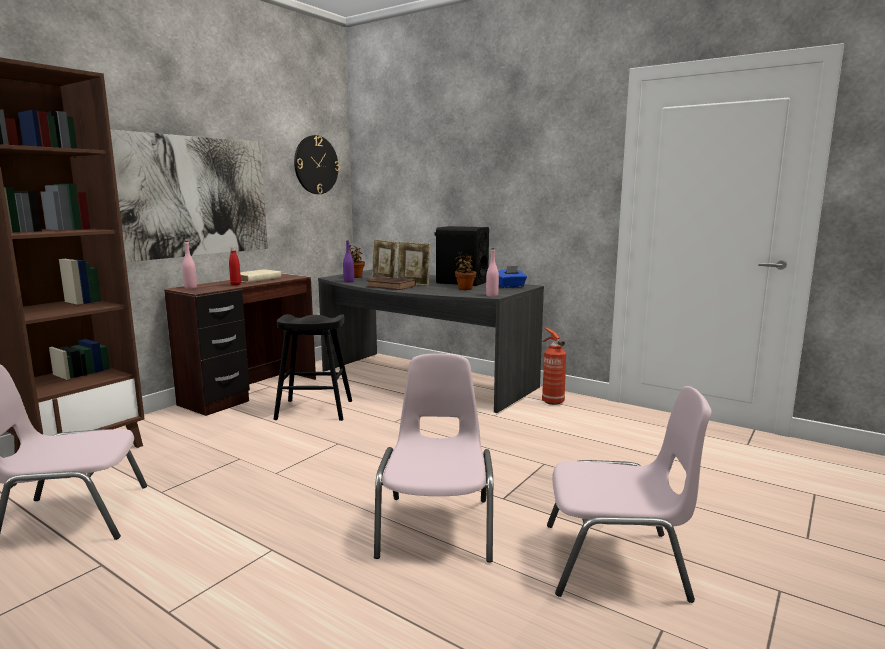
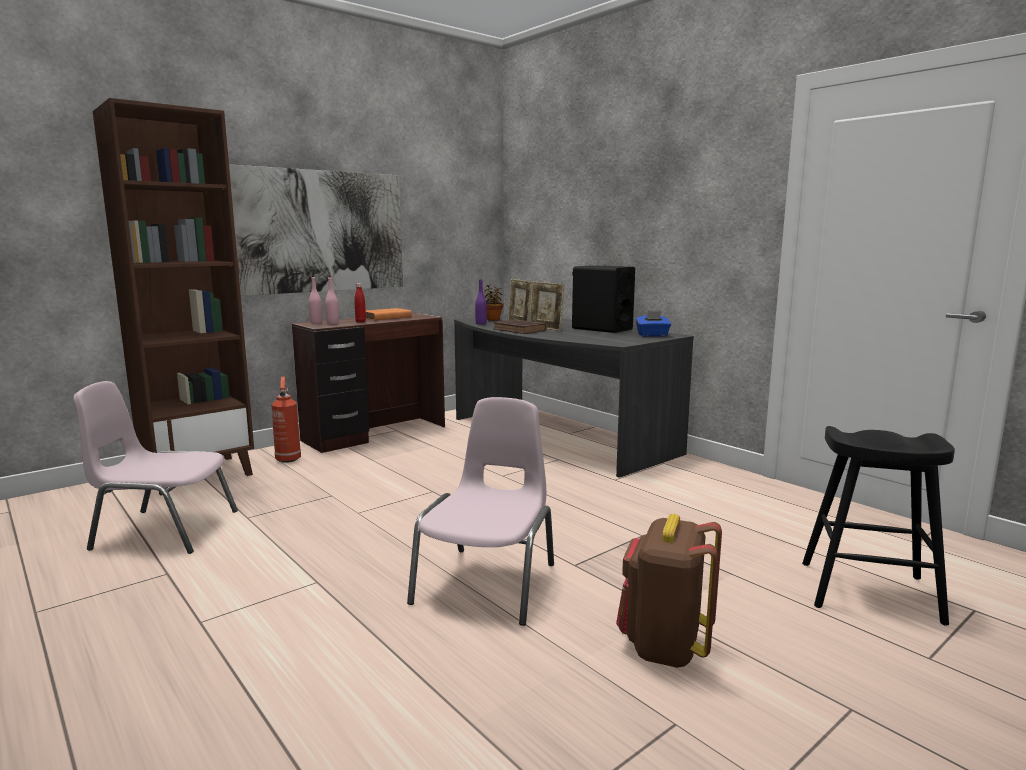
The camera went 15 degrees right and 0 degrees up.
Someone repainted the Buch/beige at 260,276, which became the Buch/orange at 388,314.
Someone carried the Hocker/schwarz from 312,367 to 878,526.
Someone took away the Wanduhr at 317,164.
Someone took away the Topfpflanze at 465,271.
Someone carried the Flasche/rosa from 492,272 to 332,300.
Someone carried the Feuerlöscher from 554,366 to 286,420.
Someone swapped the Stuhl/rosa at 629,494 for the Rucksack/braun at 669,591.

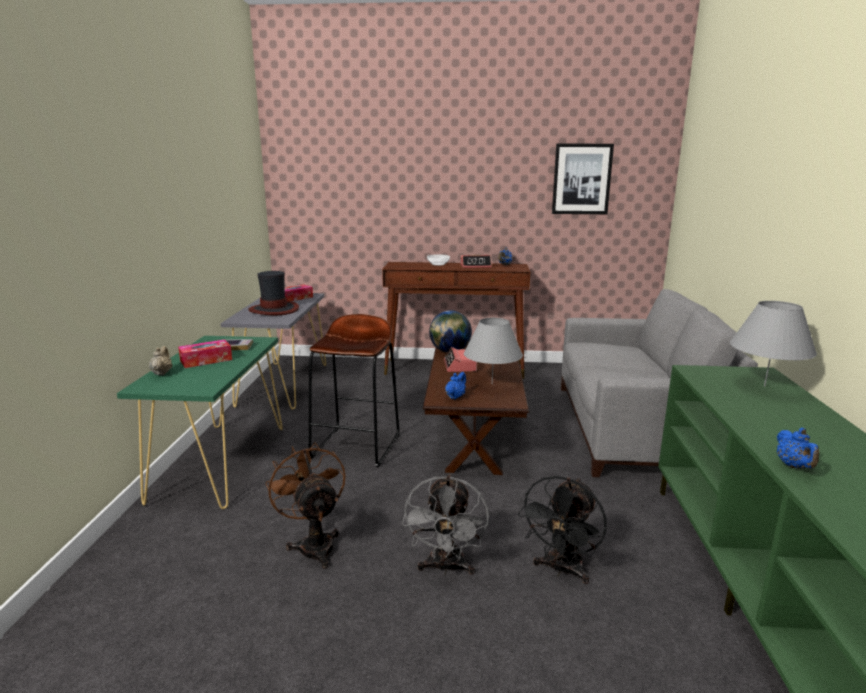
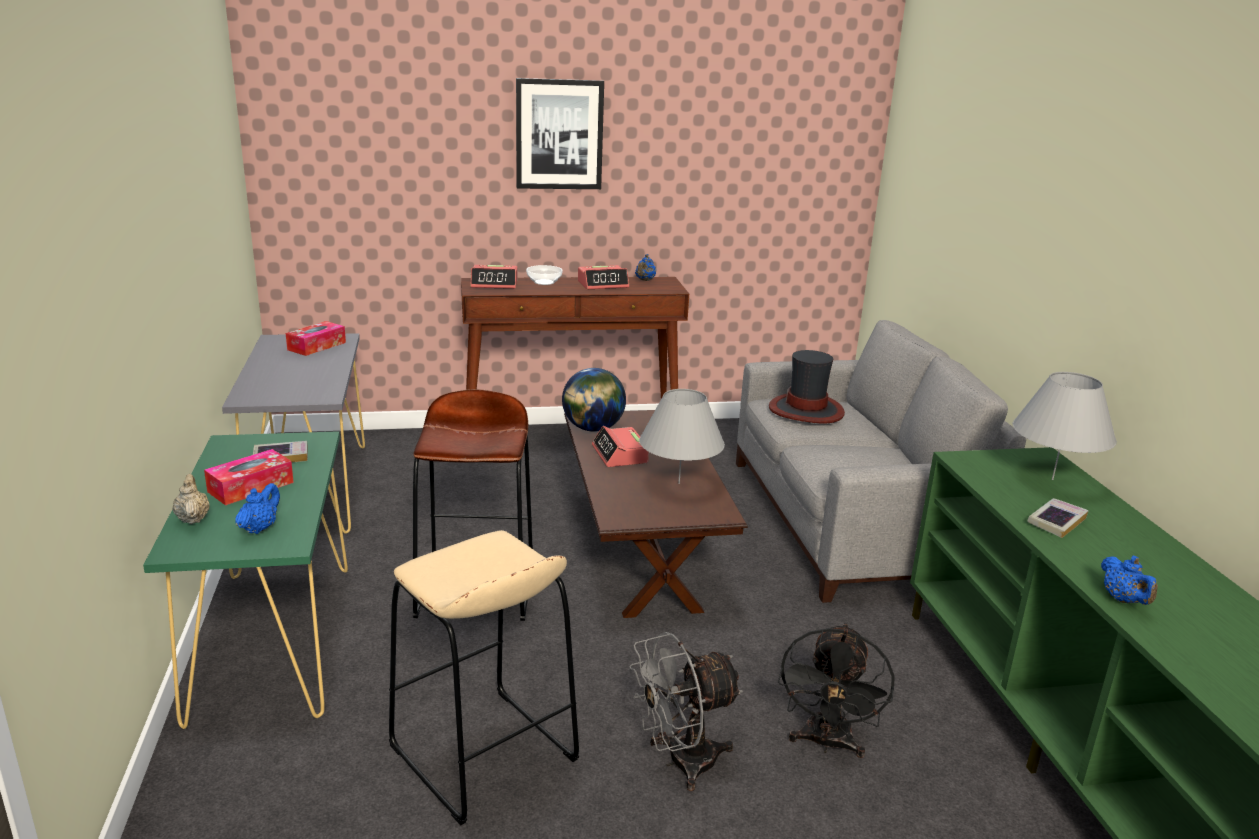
The camera went 15 degrees left and 5 degrees up.
Someone carried the Hut from 273,293 to 807,386.
Someone swapped the Ventilator/braun at 306,505 for the Hocker/beige at 484,678.
Someone rotated the Ventilator/grau at 445,524 by 75 degrees clockwise.
Someone carried the Teekanne/blau from 455,385 to 257,508.
Someone carried the Bild from 583,179 to 560,133.
Someone put down the Wecker at 494,277.
Someone put down the Buch at 1058,518.

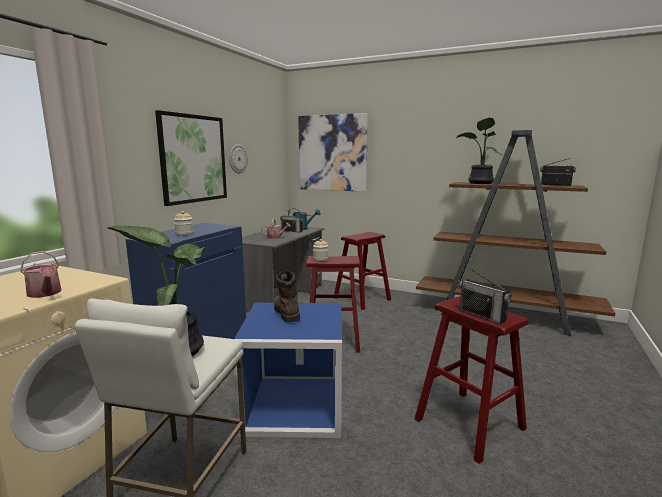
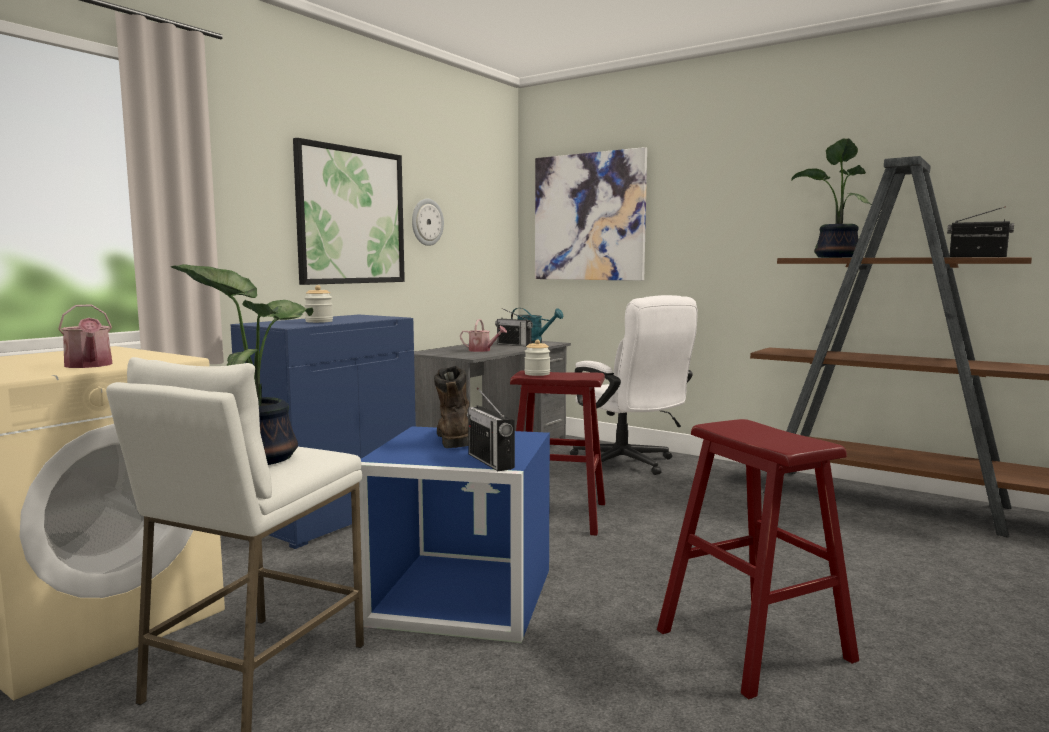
The camera went 10 degrees right and 5 degrees down.
Someone swapped the Hocker/rot at 362,271 for the Bürostuhl/weiß at 634,385.
Someone carried the Radio from 485,296 to 491,429.

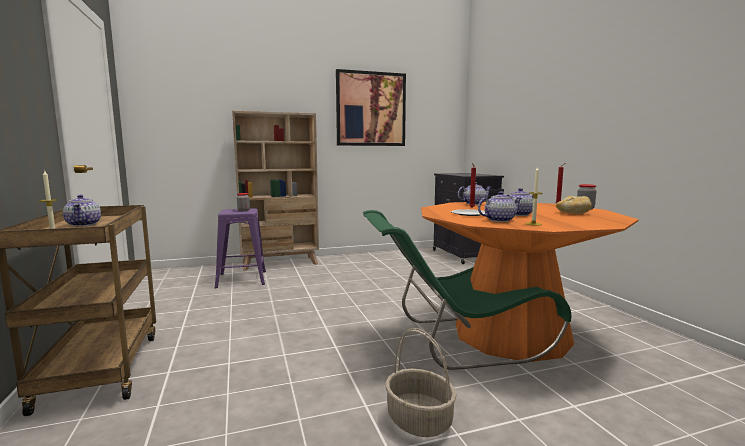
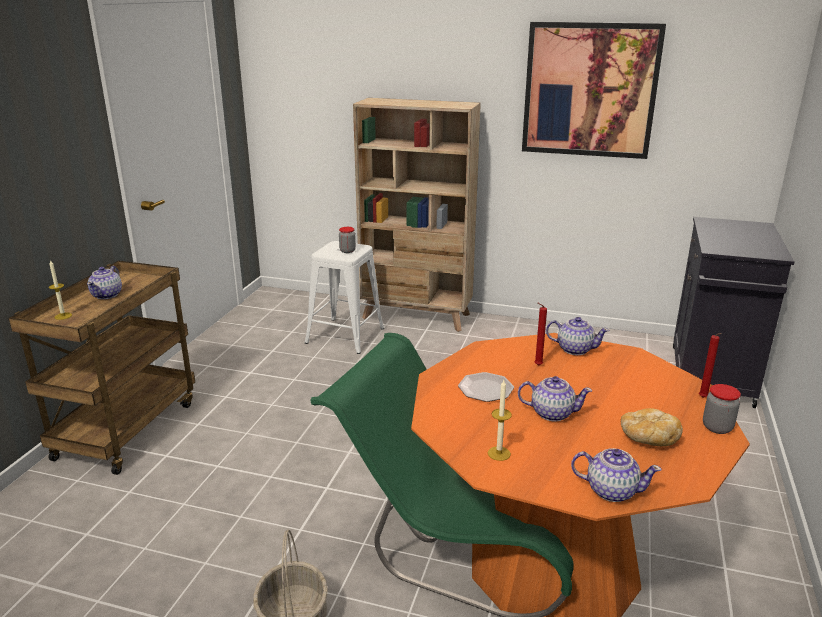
The camera went 35 degrees right and 15 degrees up.
Someone repainted the Hocker/lila at 240,248, which became the Hocker/weiß at 344,297.
Someone carried the Teekanne from 500,206 to 616,475.

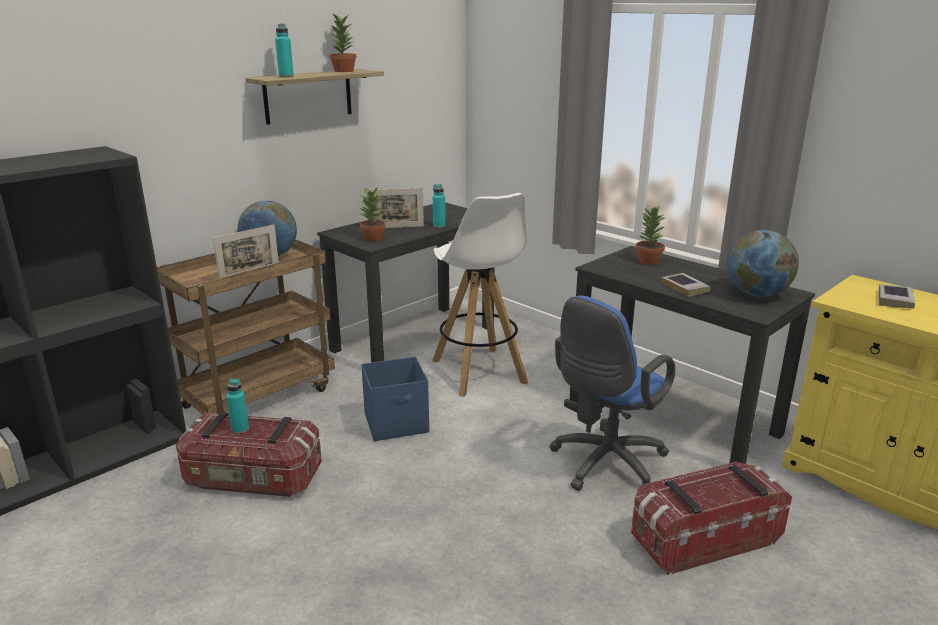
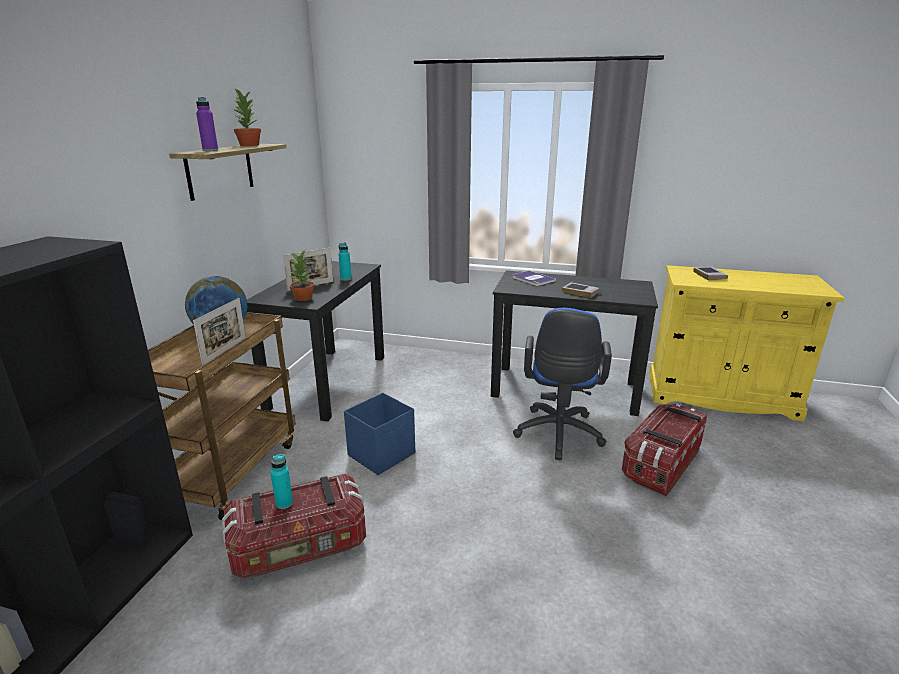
The camera went 30 degrees left and 0 degrees up.
Someone repainted the Flasche/türkis at 284,50, which became the Flasche/lila at 207,124.
Someone took away the Hocker/weiß at 480,295.
Someone swapped the Topfpflanze at 651,235 for the Buch at 534,278.
Someone took away the Globus at 763,263.

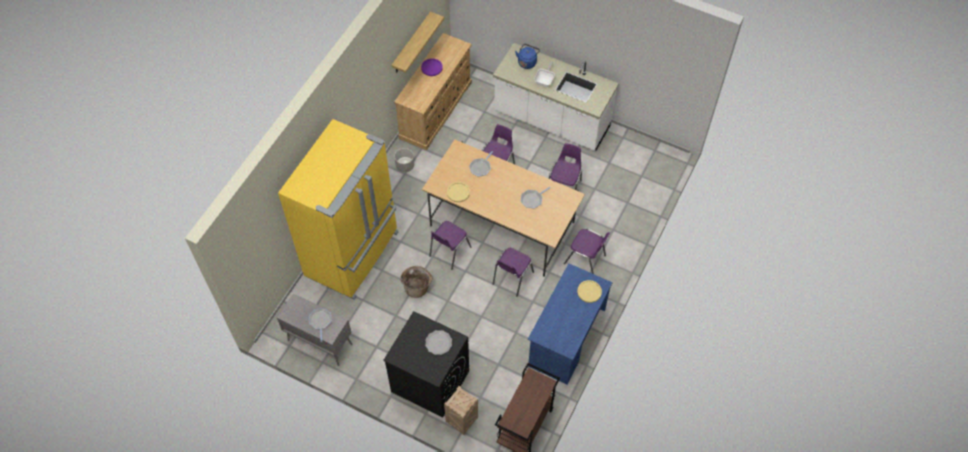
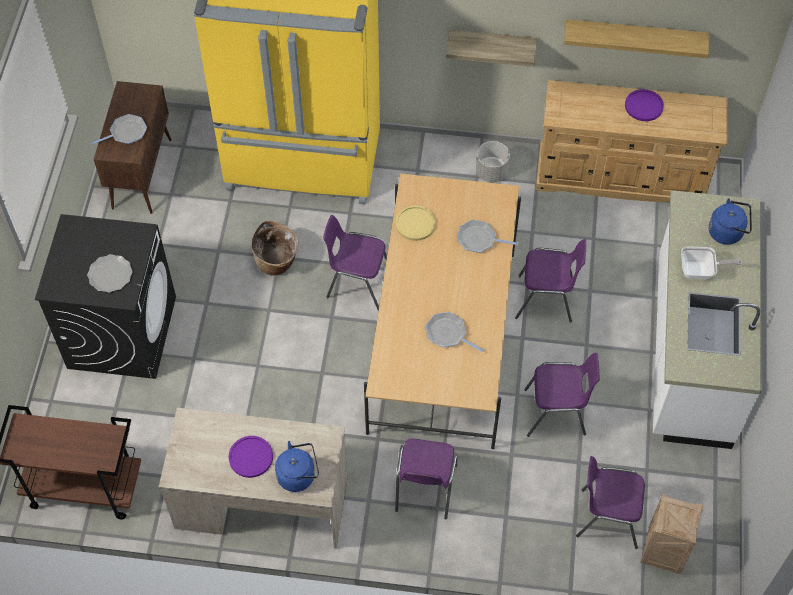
The camera went 70 degrees right and 0 degrees up.
Someone repainted the Schrank/grau at 315,329, which became the Schrank/braun at 133,147.
Someone carried the Kiste from 461,410 to 672,534.
Someone carried the Stuhl/lila from 513,272 to 610,502.
Someone repainted the Schreibtisch/blau at 570,324, which became the Schreibtisch/beige at 253,478.
Someone swapped the Teller/gelb at 589,291 for the Wasserkessel/blau at 297,466.
Someone put down the Teller/lila at 251,457.
Someone put up the Wandregal at 491,48.

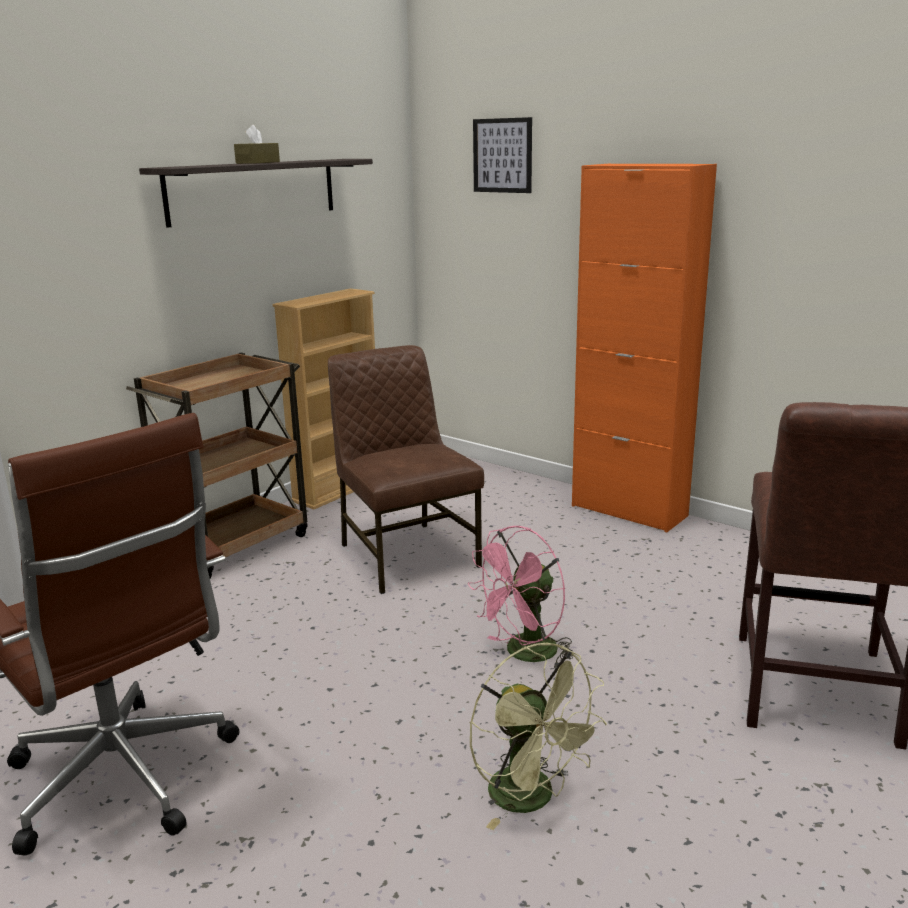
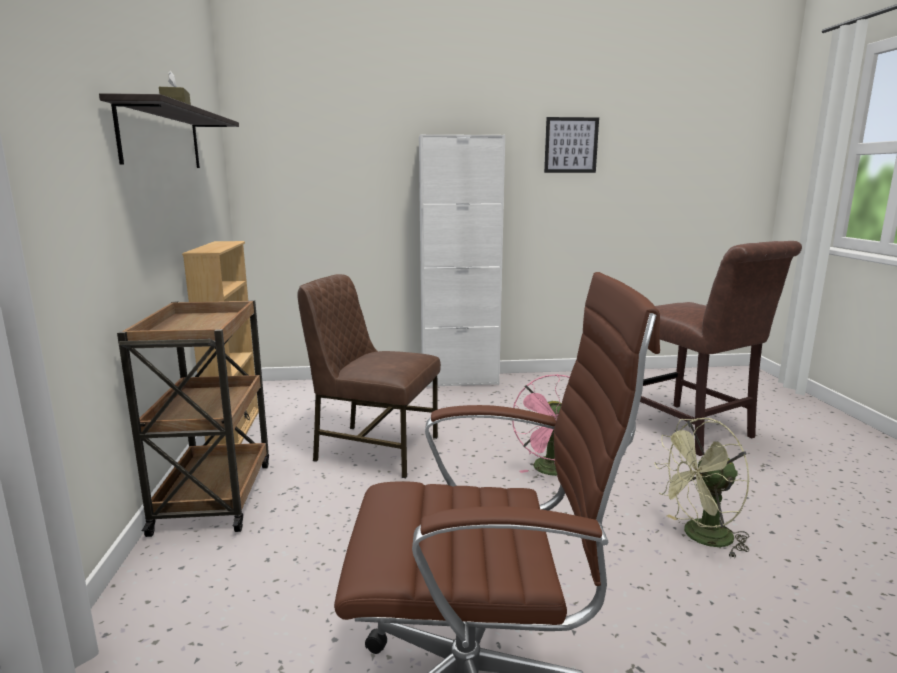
The camera went 45 degrees left and 5 degrees down.
Someone rotated the Ventilator/grün at 538,736 by 150 degrees clockwise.
Someone carried the Bild from 502,155 to 571,145.
Someone repainted the Schrank/orange at 644,348, which became the Schrank/weiß at 462,260.

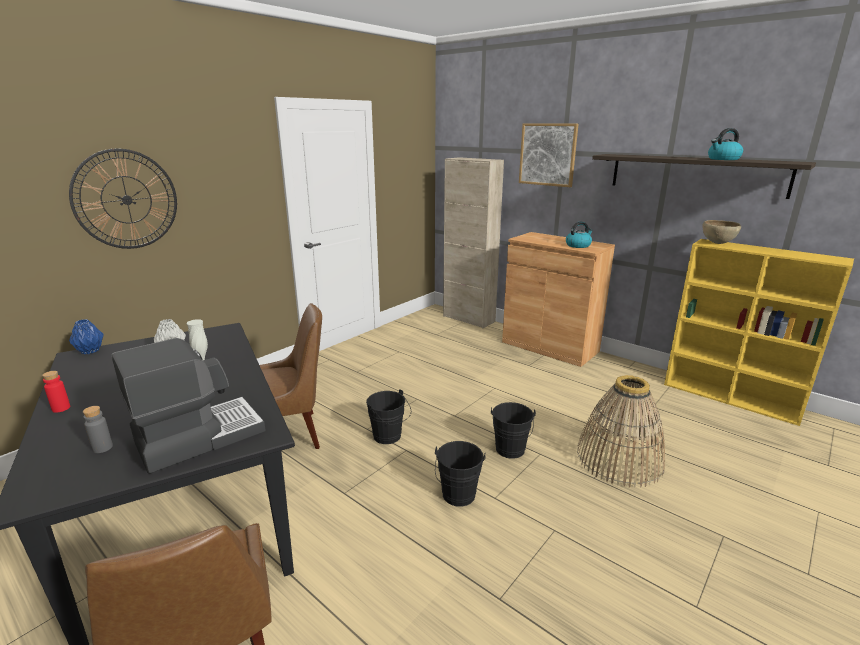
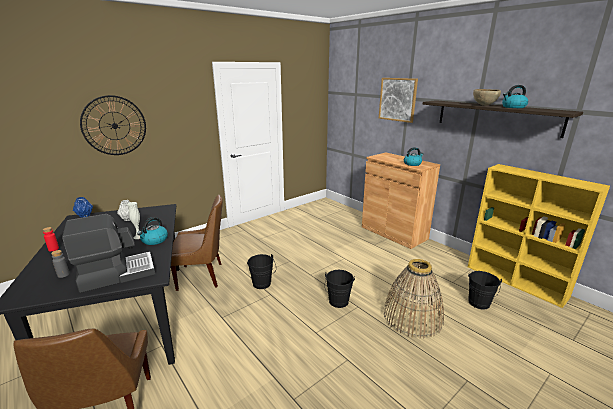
The camera went 10 degrees right and 0 degrees up.
Someone carried the Eimer/schwarz from 460,474 to 485,290.
Someone took away the Schrank/beige at 473,242.
Someone carried the Schüssel/braun from 721,232 to 487,97.
Someone put down the Wasserkessel at 152,231.

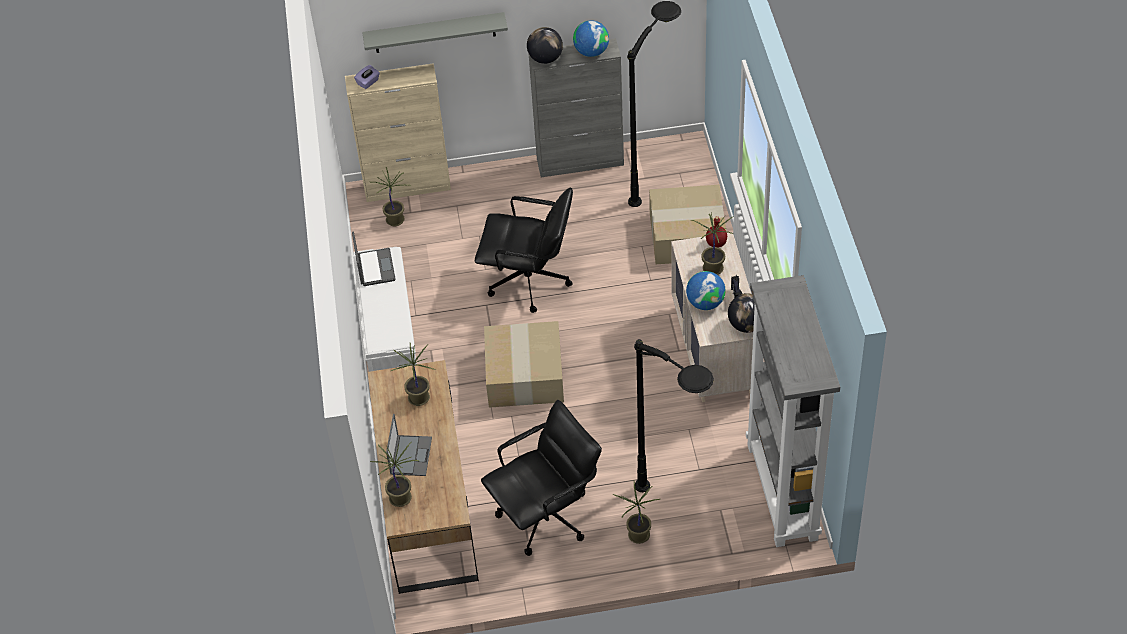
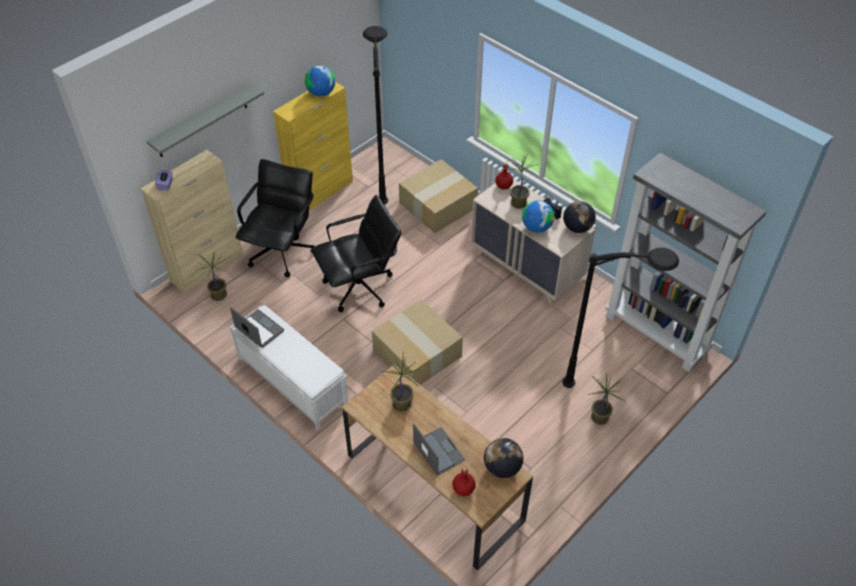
The camera went 40 degrees left and 0 degrees up.
Someone swapped the Topfpflanze at 394,474 for the Flasche/rot at 464,482.
Someone carried the Bürostuhl/schwarz from 541,478 to 274,218.
Someone carried the Globus from 545,45 to 503,458.
Someone repainted the Schrank/grau at 576,107, which became the Schrank/gelb at 313,146.

